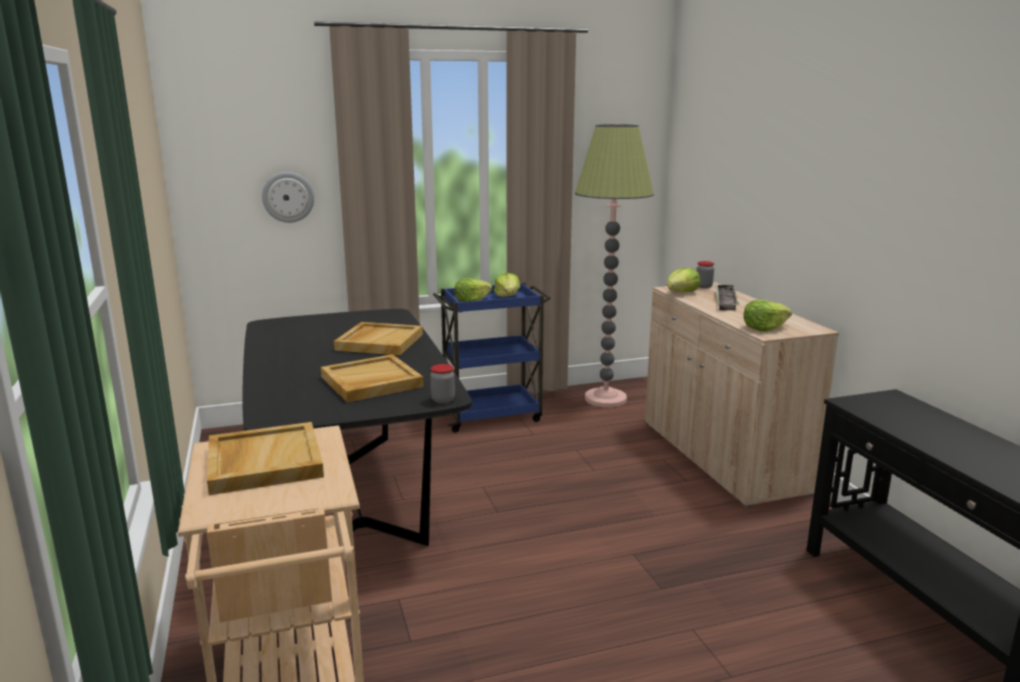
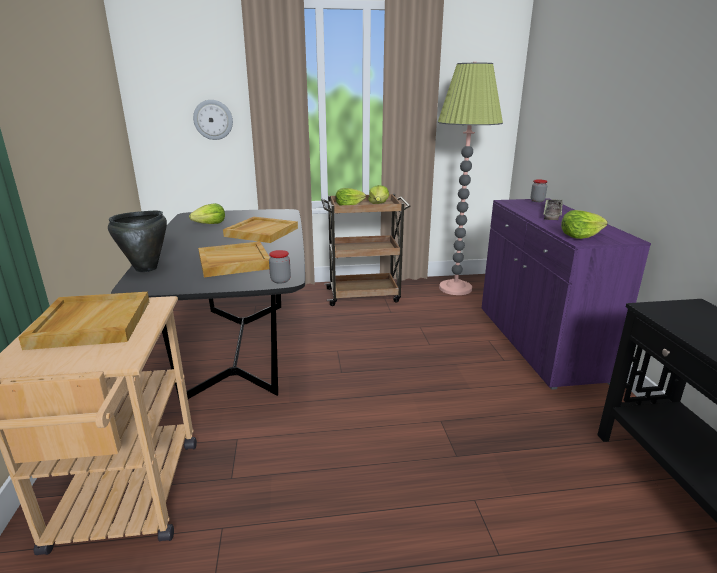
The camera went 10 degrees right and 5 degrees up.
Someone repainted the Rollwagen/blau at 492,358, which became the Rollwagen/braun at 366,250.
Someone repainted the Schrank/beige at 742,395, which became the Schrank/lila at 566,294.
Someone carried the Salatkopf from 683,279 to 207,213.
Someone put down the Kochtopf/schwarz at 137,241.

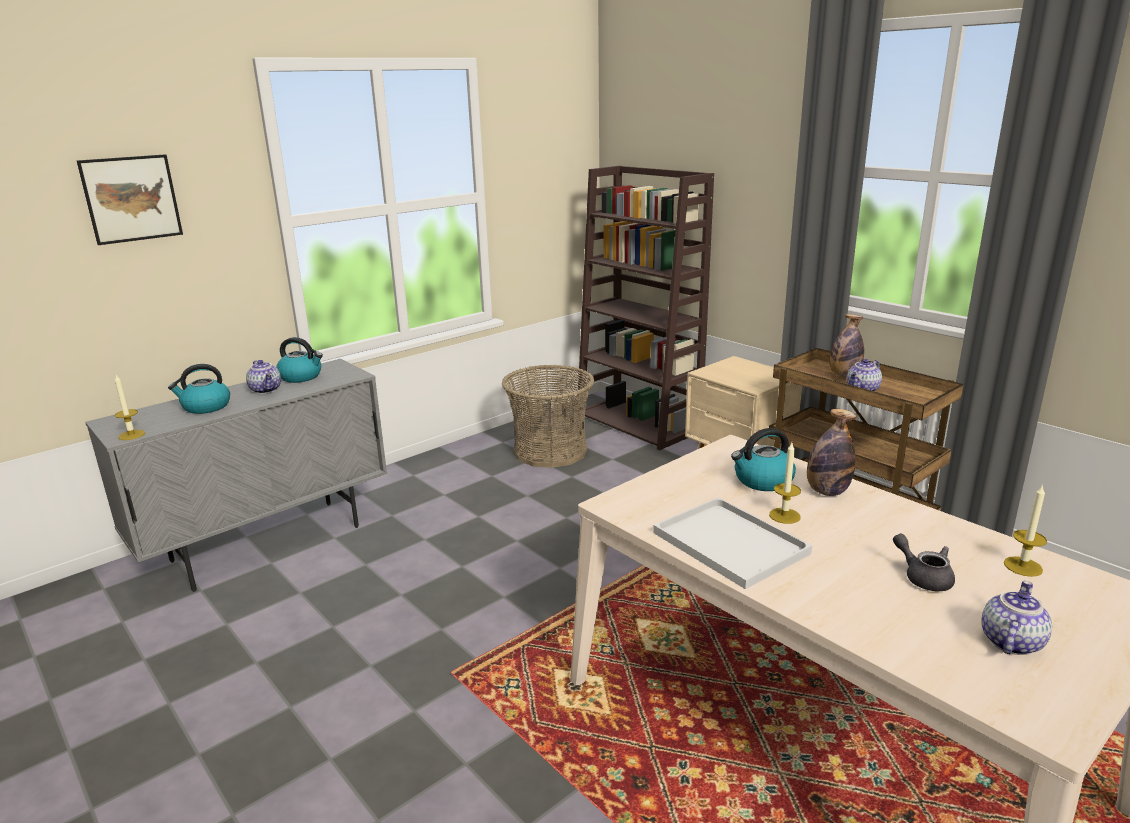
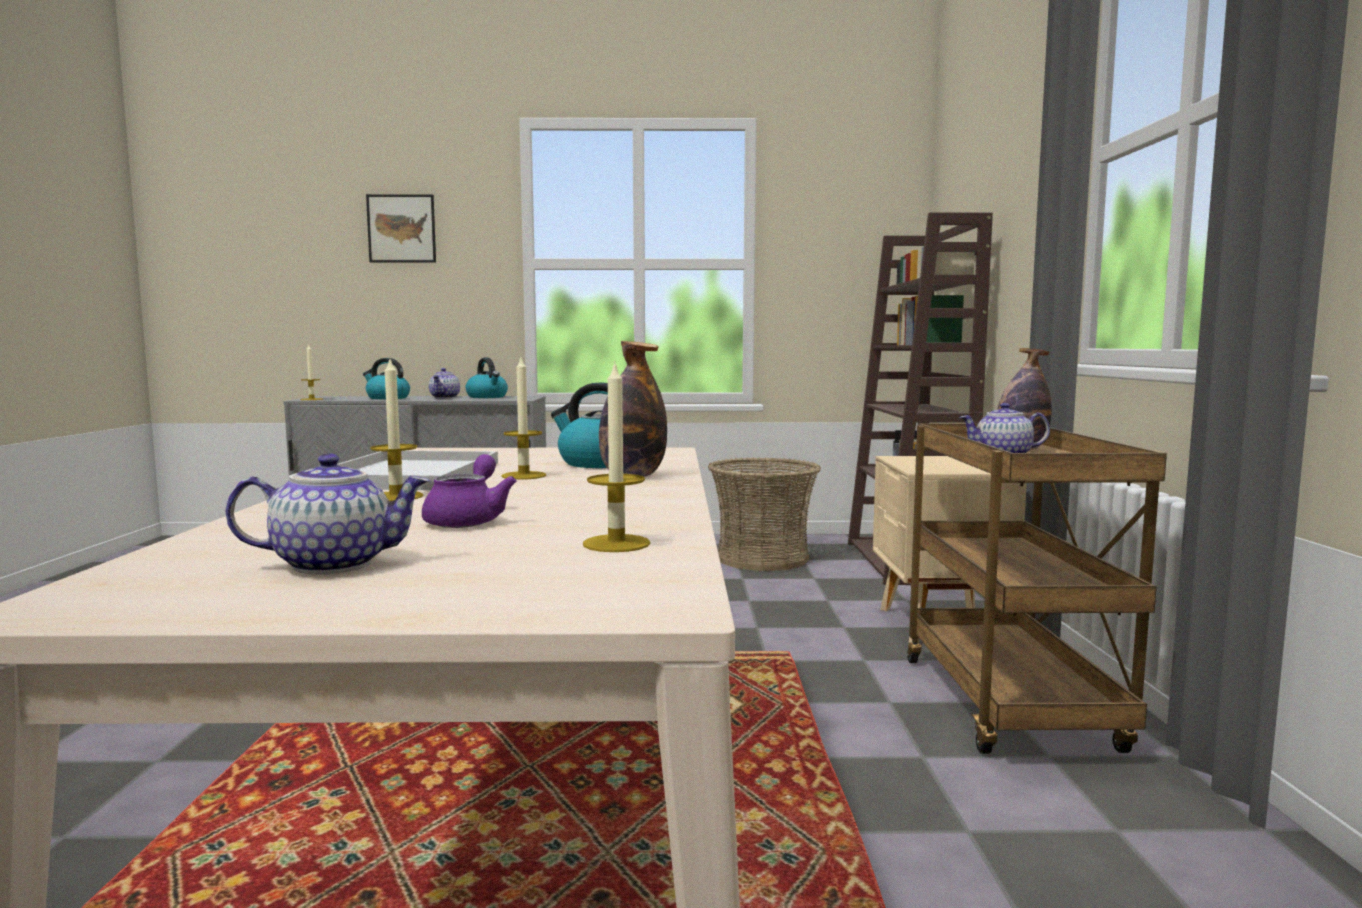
The camera went 40 degrees right and 15 degrees down.
Someone repainted the Teekanne/grau at 924,562, which became the Teekanne/lila at 469,491.
Someone put down the Kerze at 396,431.

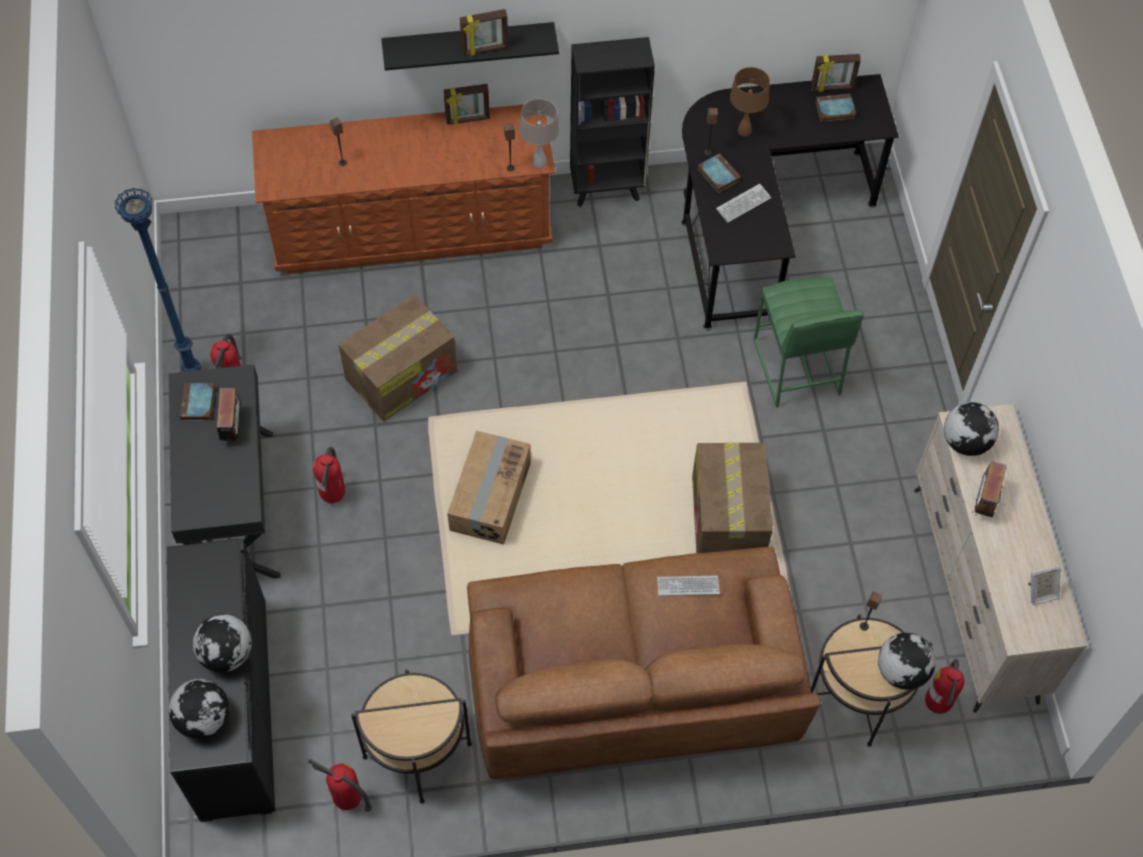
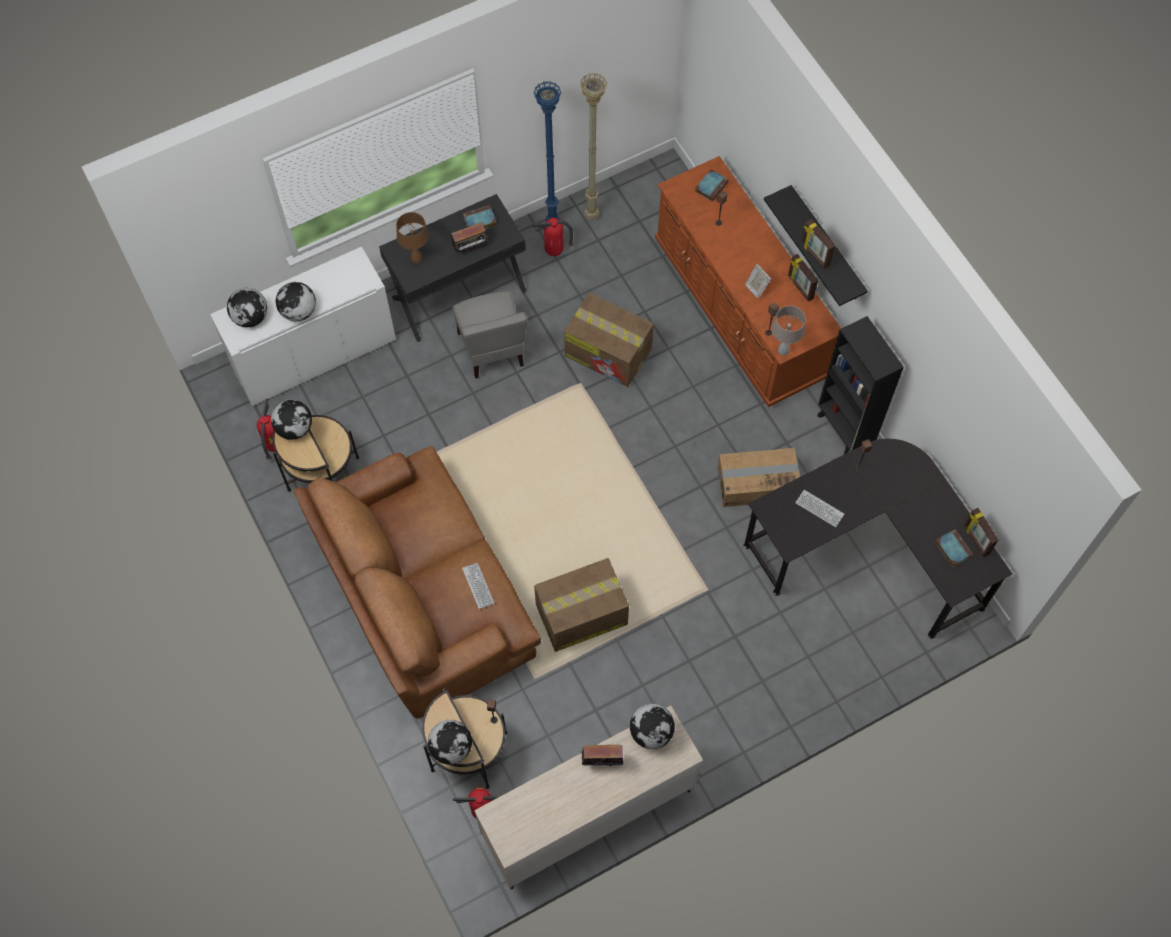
The camera went 70 degrees right and 5 degrees up.
Someone repainted the Schrank/schwarz at 221,680, which became the Schrank/weiß at 303,326.
Someone swapped the Feuerlöscher at 329,475 for the Stuhl/grau at 489,335.
Someone carried the Karton from 489,488 to 759,477.
Someone carried the Buch from 719,173 to 712,185.
Someone carried the Tischlampe/braun from 750,102 to 412,237.
Someone took away the Hocker/grün at 809,342.
Someone carried the Bilderrahmen from 1044,585 to 758,281.
Someone put down the Globus at 291,419.
Someone put down the Stehlampe/beige at 593,146.

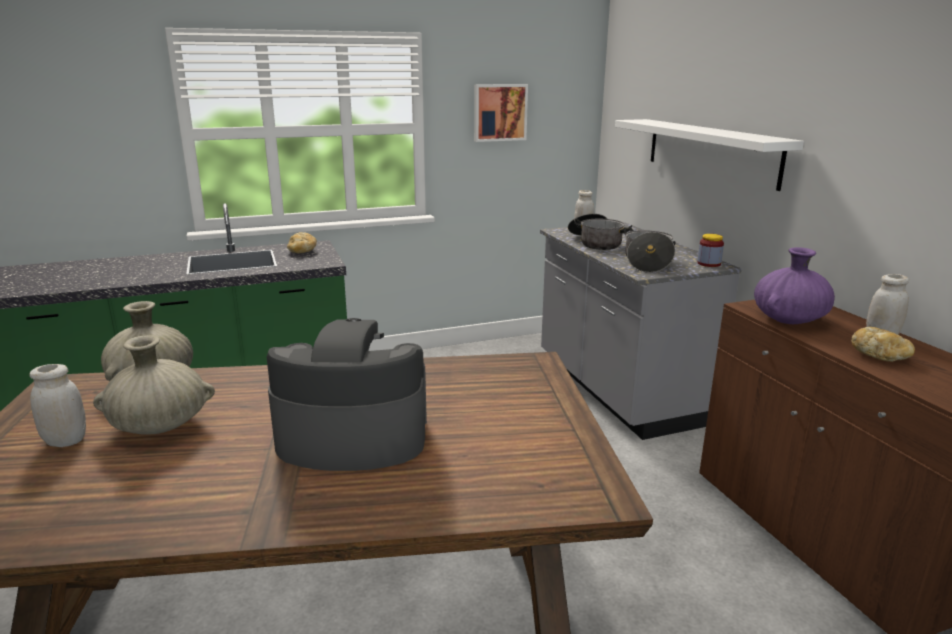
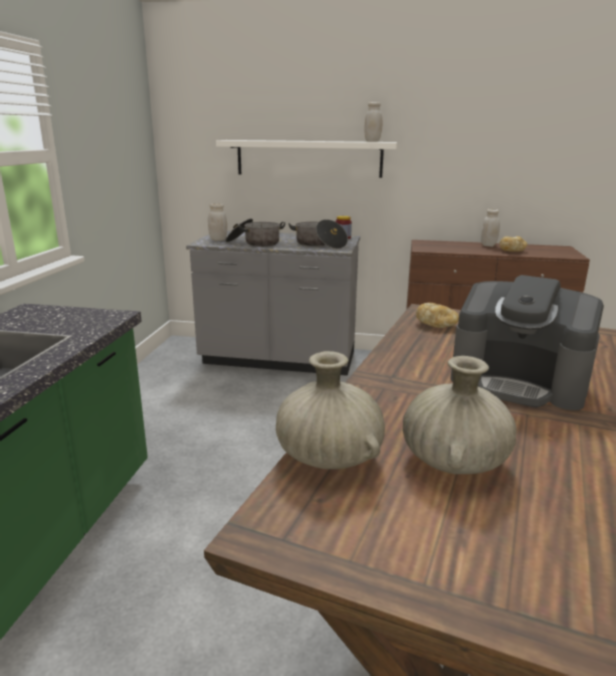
The camera went 60 degrees left and 0 degrees up.
Someone carried the Vorratsglas/weiß from 57,405 to 373,122.
Someone rotated the Kaffeemaschine at 346,394 by 90 degrees counterclockwise.
Someone carried the Brot from 302,242 to 437,315.
Someone took away the Bild at 501,113.
Someone took away the Vase/lila at 794,285.

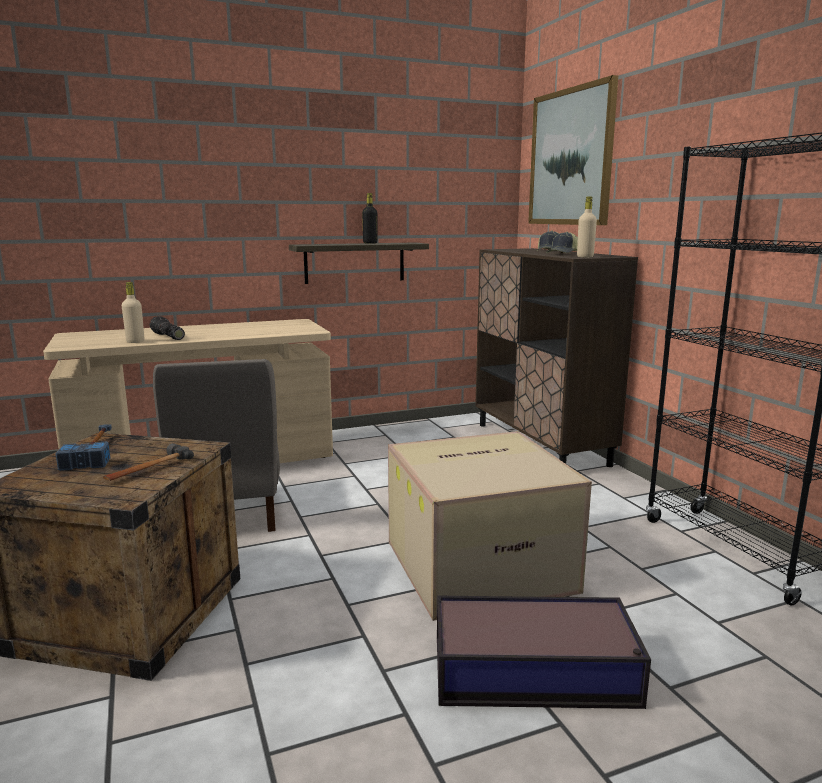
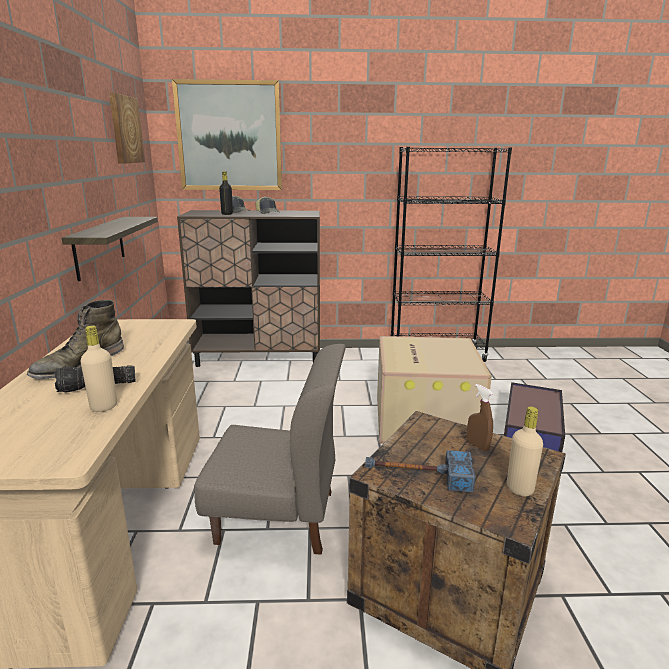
The camera went 70 degrees left and 5 degrees up.
Someone swapped the Hammer at 148,462 for the Sprühflasche/braun at 480,417.
Someone carried the Flasche/schwarz from 369,218 to 226,193.
Someone carried the Flasche/beige from 587,227 to 525,451.
Someone put down the Stiefel/grün at 75,339.
Someone put up the Bild at 127,128.

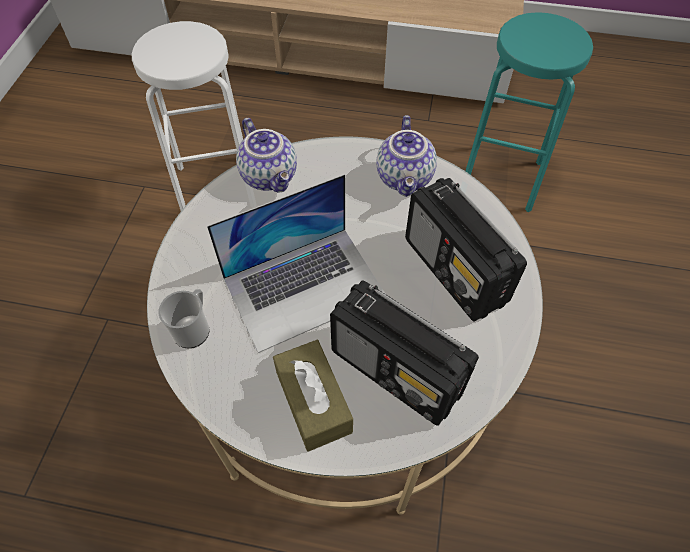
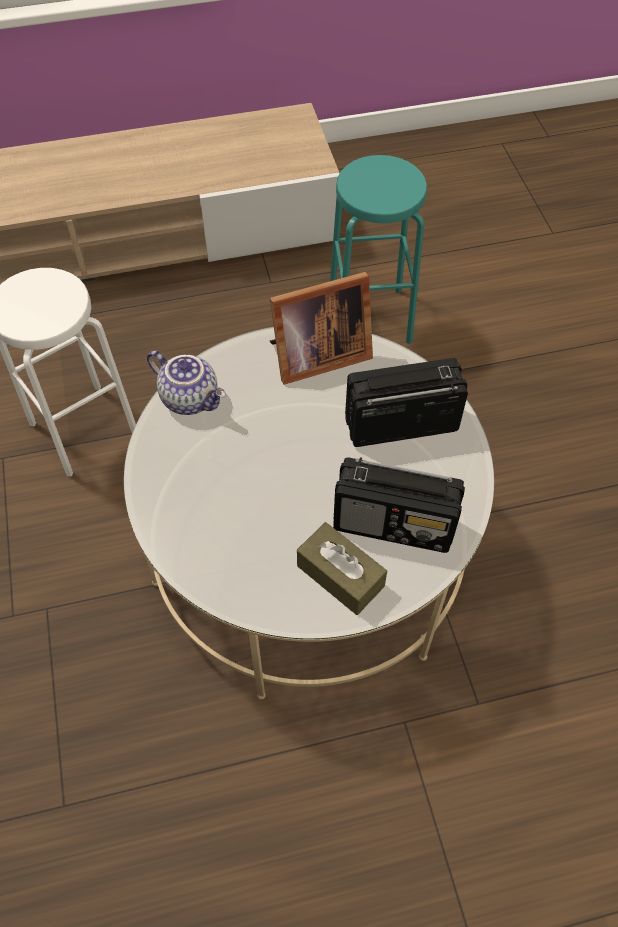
The camera went 25 degrees left and 0 degrees up.
Someone took away the Henkelbecher at 183,319.
Someone took away the Laptop at 296,263.
Someone swapped the Teekanne at 406,156 for the Bilderrahmen at 321,328.
Someone rotated the Radio at 466,250 by 135 degrees clockwise.

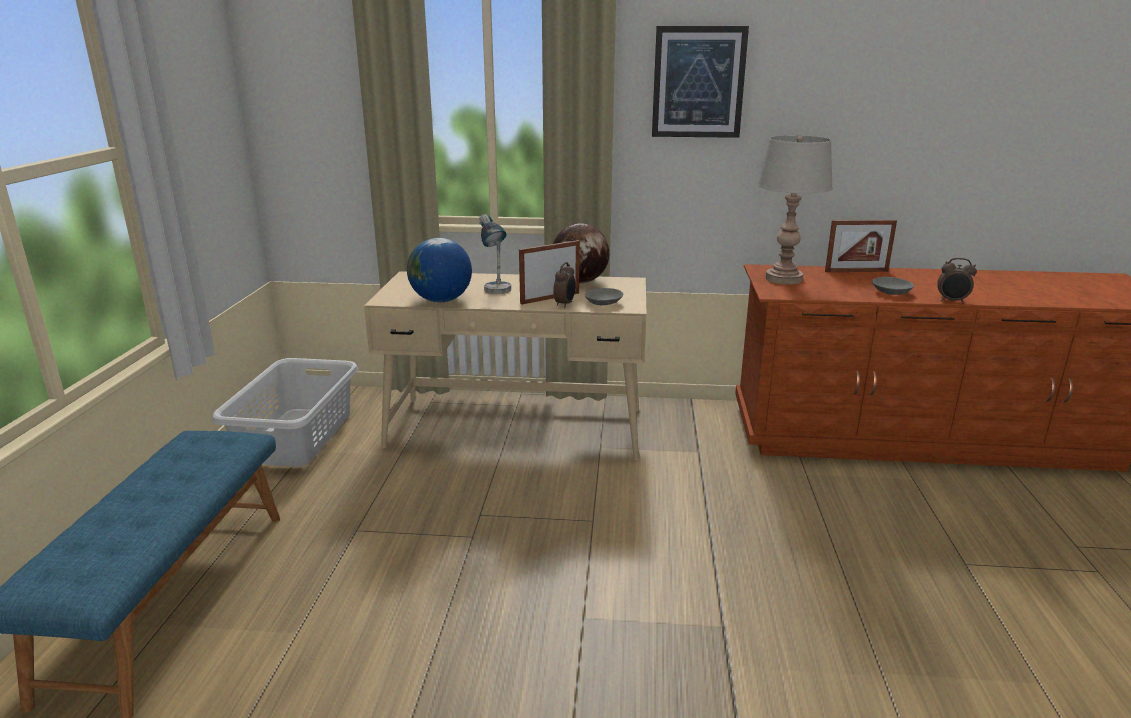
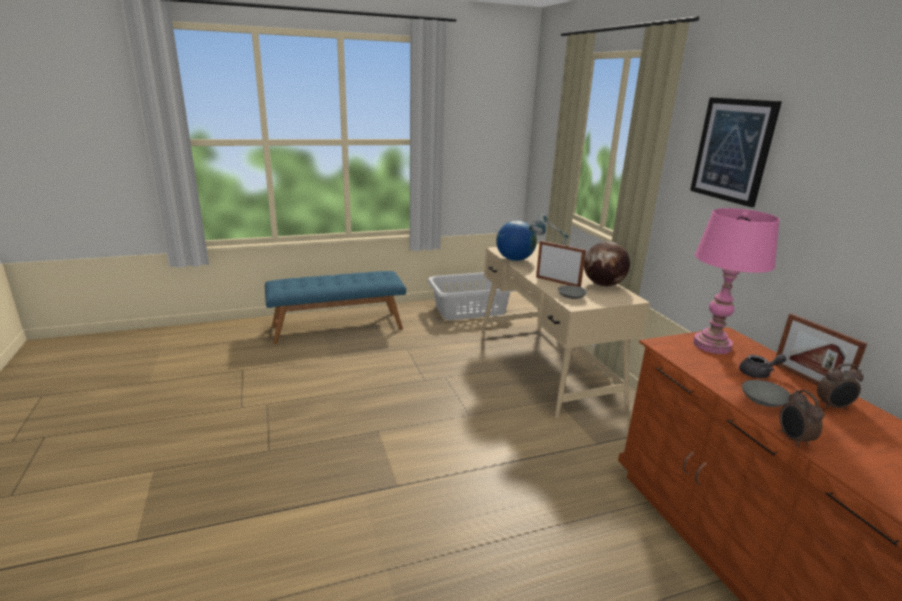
The camera went 65 degrees right and 0 degrees up.
Someone carried the Wecker from 564,285 to 840,386.
Someone repainted the Tischlampe/grau at 795,210, which became the Tischlampe/rosa at 736,281.
Someone put down the Teekanne/grau at 763,366.

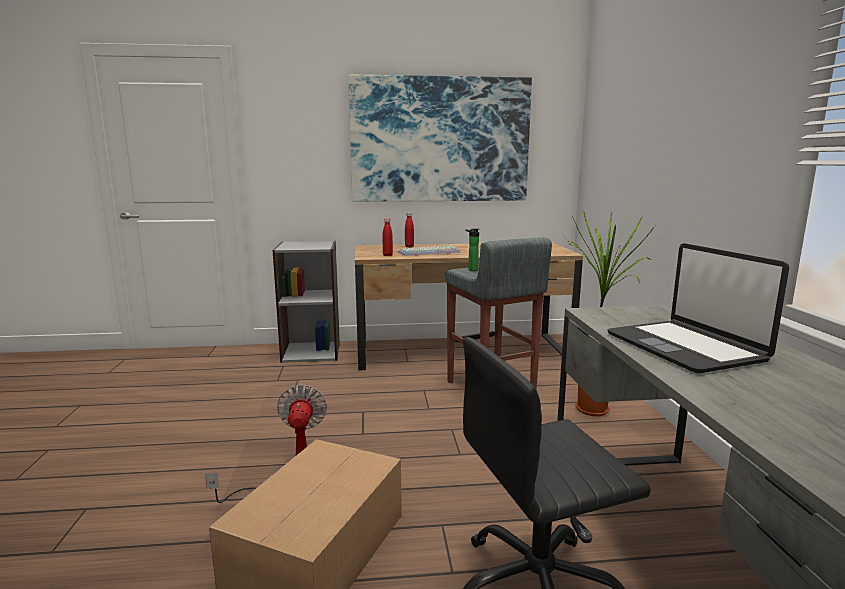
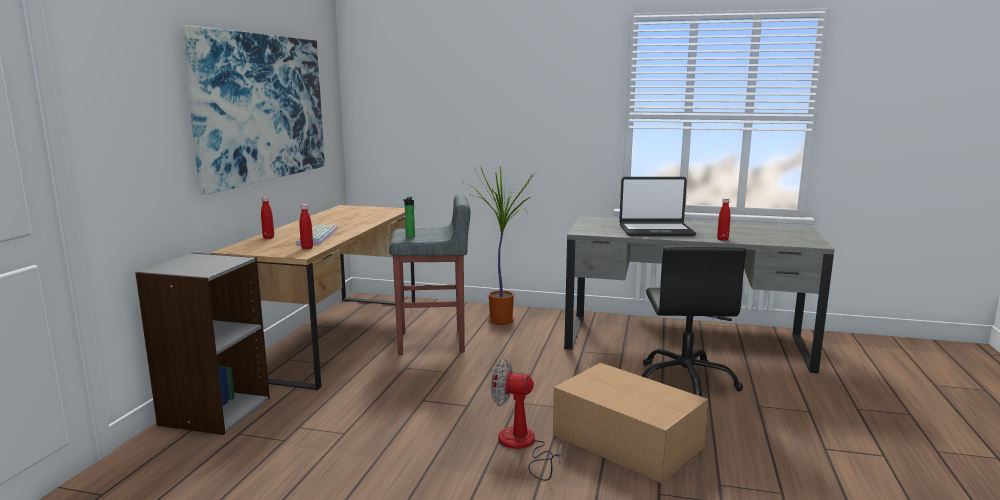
The camera went 70 degrees left and 0 degrees up.
Someone put down the Flasche/rot at 723,219.

